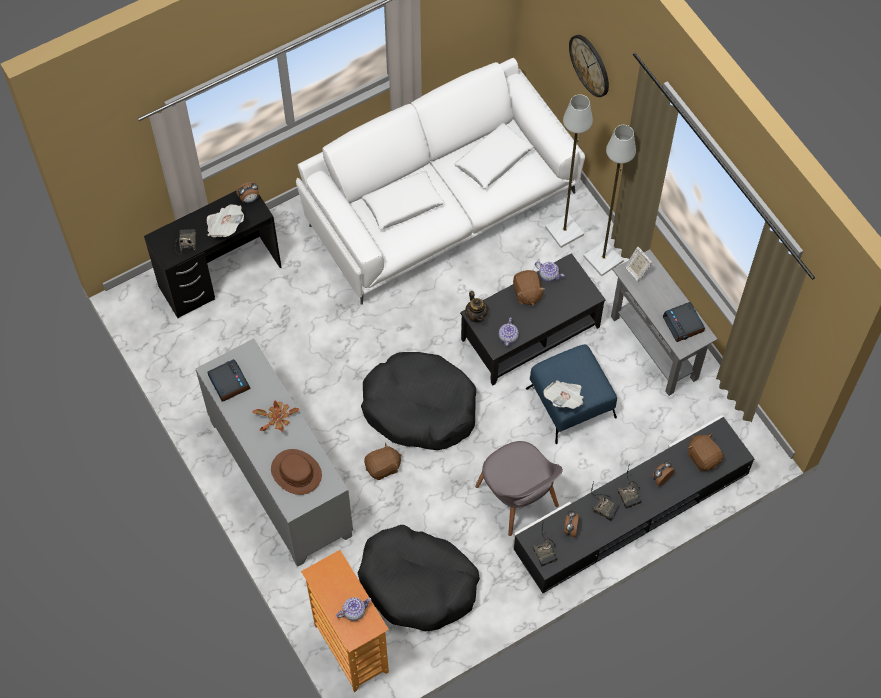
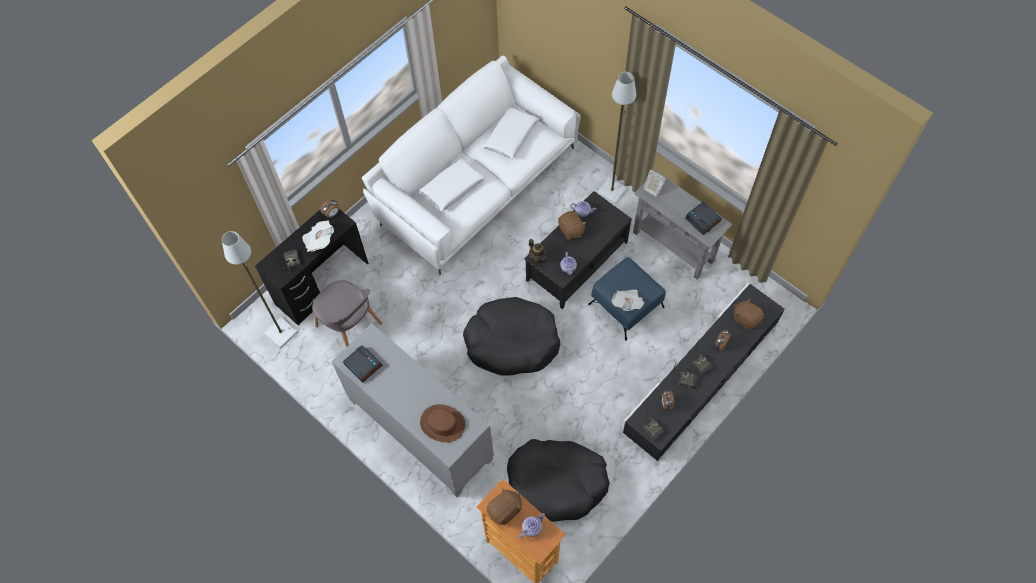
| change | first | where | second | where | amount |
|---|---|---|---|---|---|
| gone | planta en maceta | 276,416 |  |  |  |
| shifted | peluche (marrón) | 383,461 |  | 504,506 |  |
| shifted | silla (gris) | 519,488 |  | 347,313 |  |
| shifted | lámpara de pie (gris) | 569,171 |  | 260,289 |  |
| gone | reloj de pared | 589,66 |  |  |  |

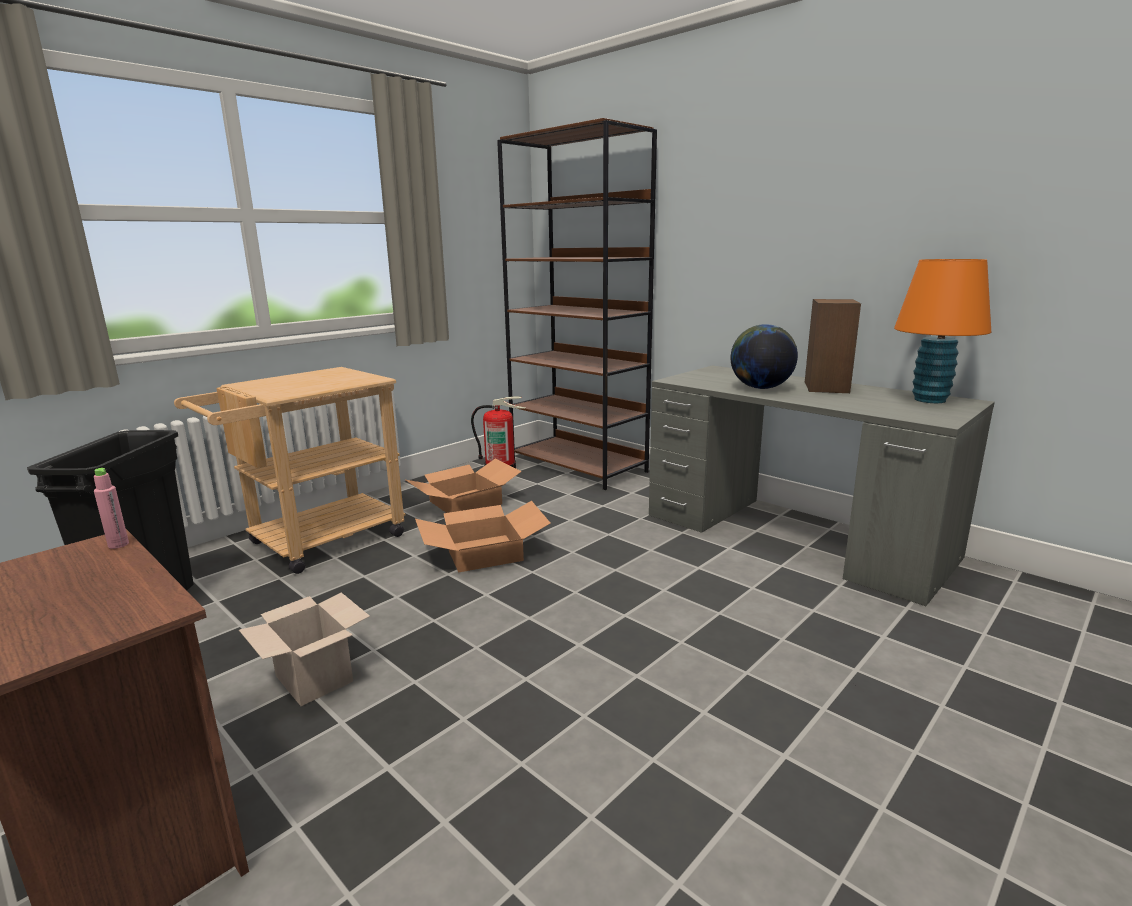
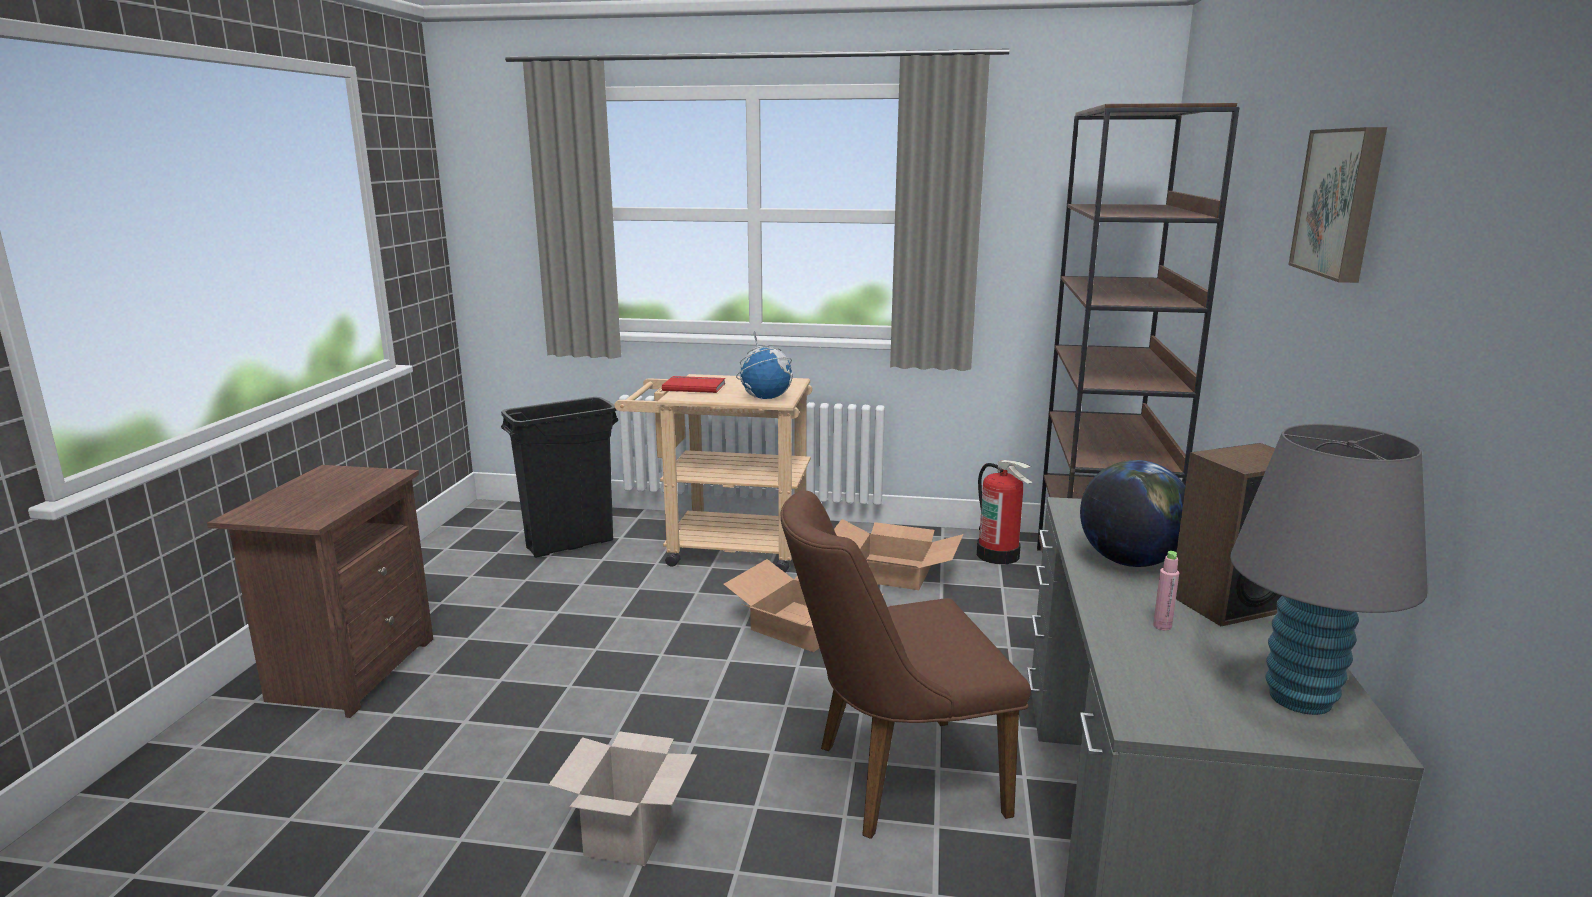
| change | first | where | second | where | amount |
|---|---|---|---|---|---|
| shifted | botella (rosa) | 111,508 |  | 1166,591 |  |
| shifted | caja de cartón | 304,649 |  | 623,798 |  |
| repainted | lámpara de mesa (naranja) | 942,331 | lámpara de mesa (gris) | 1329,569 |  |
| new |  |  | libro (rojo) | 693,384 |  |
| new |  |  | globo terráqueo | 764,365 |  |
| new |  |  | silla (marrón) | 906,664 |  |
| new |  |  | cuadro | 1338,205 |  |

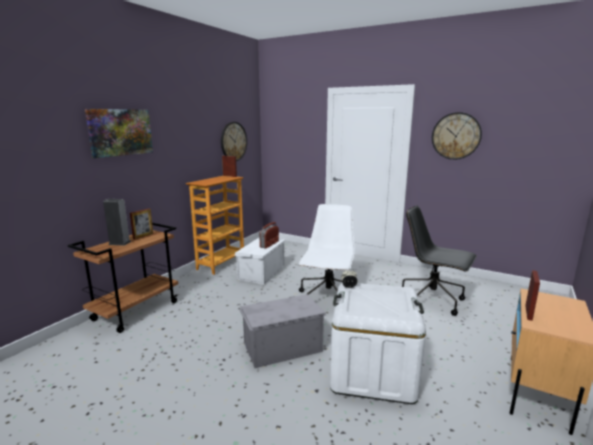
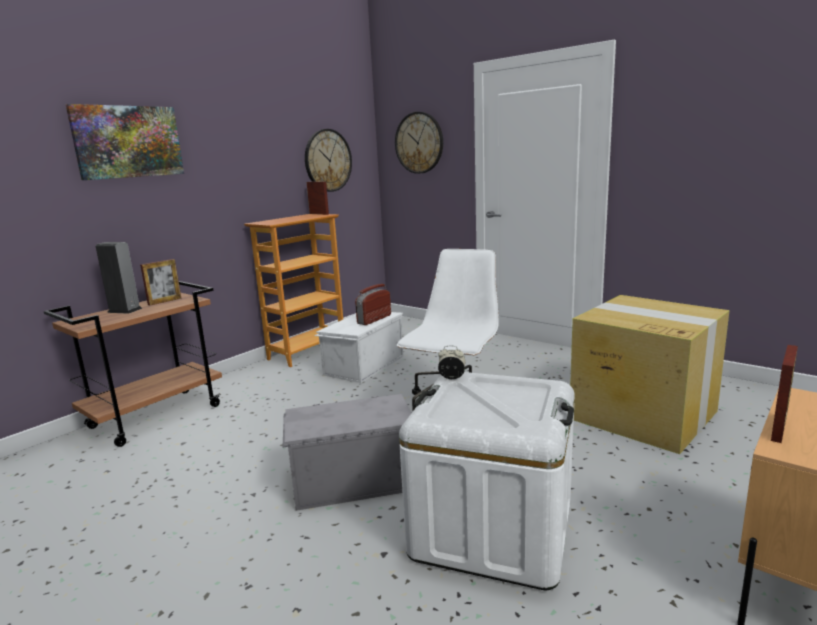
| change | first | where | second | where | amount |
|---|---|---|---|---|---|
| swapped | silla de oficina (negro) | 439,261 | caja de cartón | 650,374 |  |
| shifted | reloj de pared | 457,136 |  | 419,143 |  |

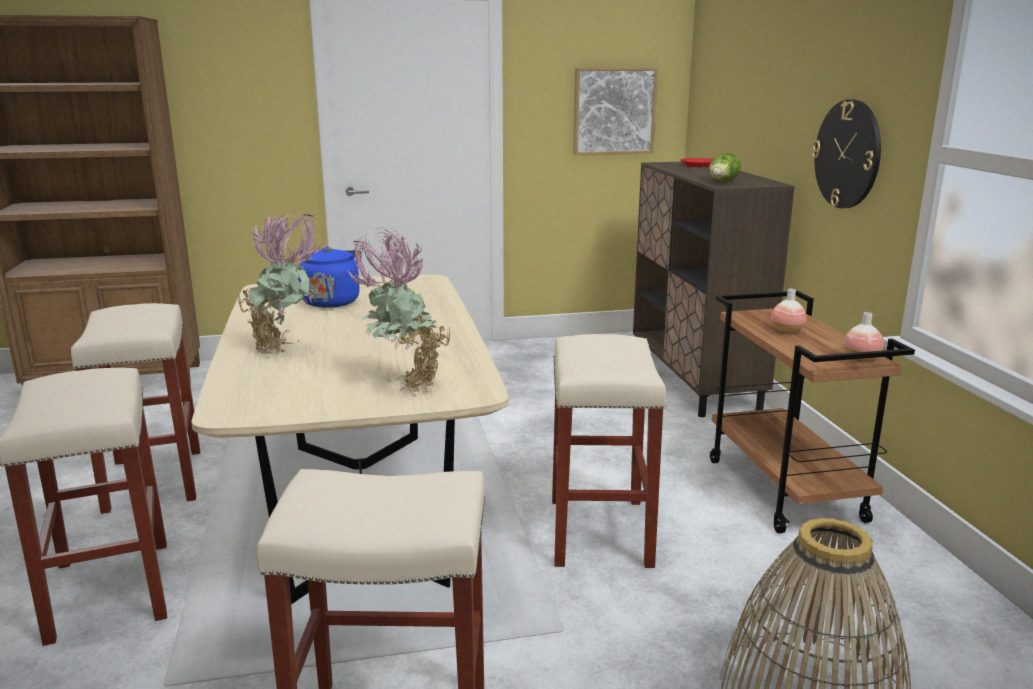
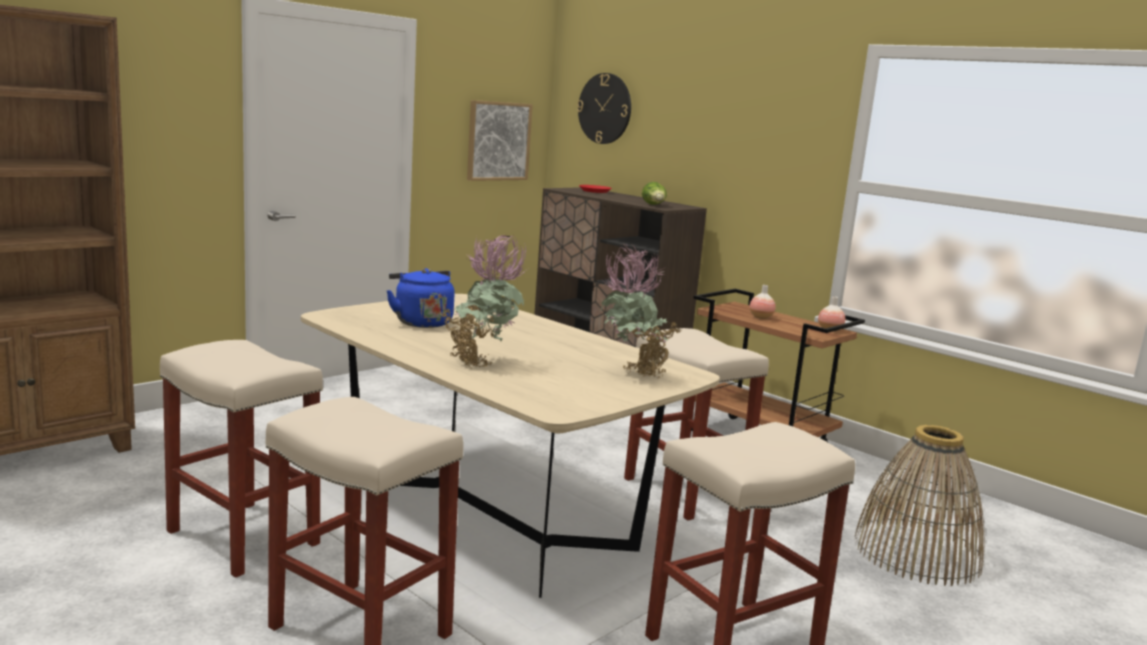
| change | first | where | second | where | amount |
|---|---|---|---|---|---|
| shifted | reloj de pared | 846,153 |  | 604,108 |  |

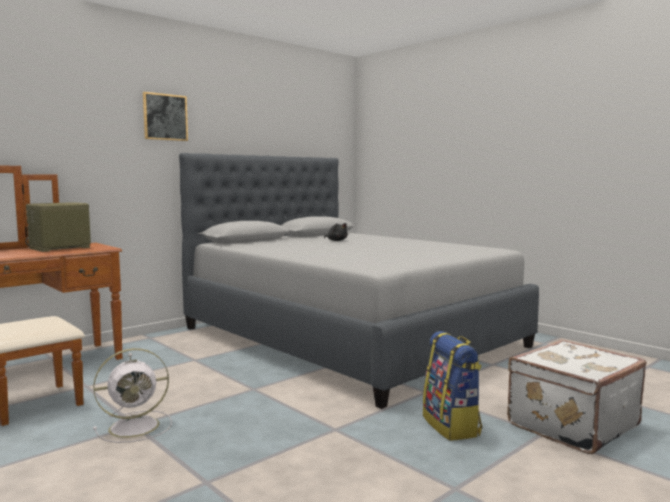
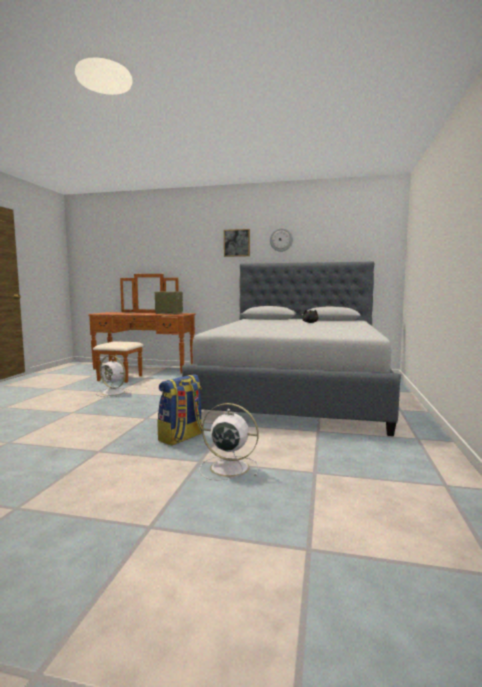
| change | first | where | second | where | amount |
|---|---|---|---|---|---|
| swapped | maleta (blanco) | 577,396 | ventilador (blanco) | 229,441 |  |
| new |  |  | reloj de pared | 281,240 |  |

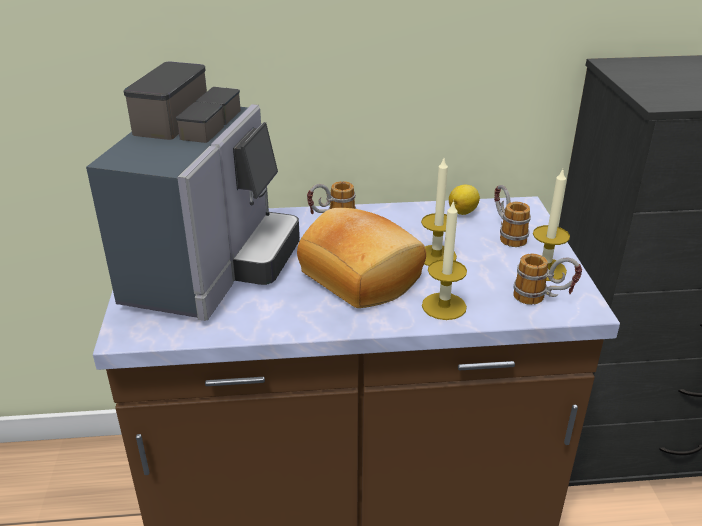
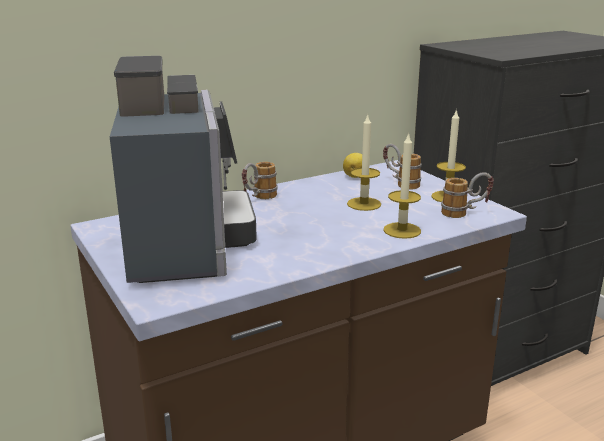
| change | first | where | second | where | amount |
|---|---|---|---|---|---|
| gone | pan | 361,258 |  |  |  |

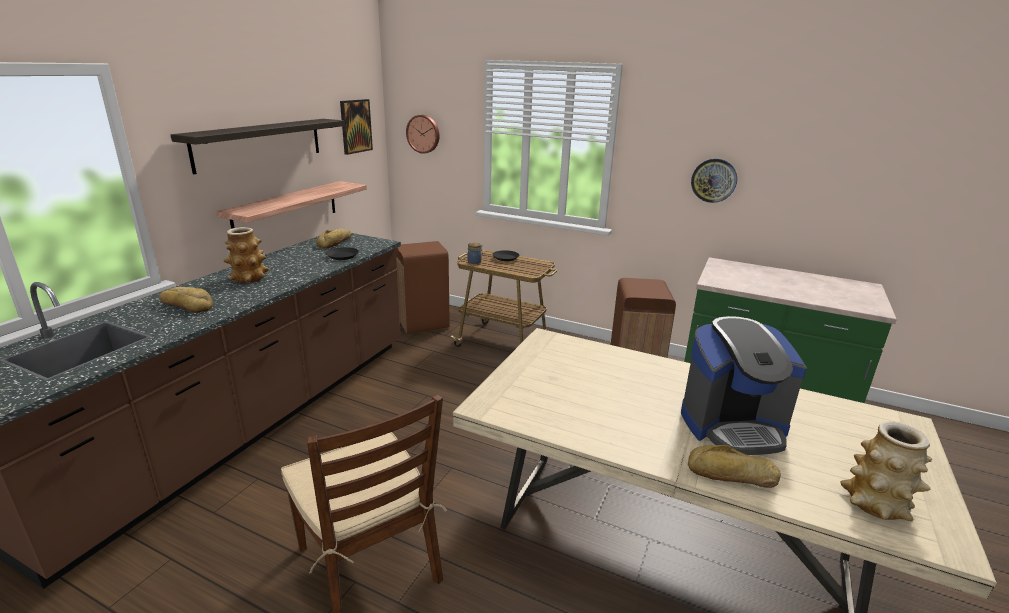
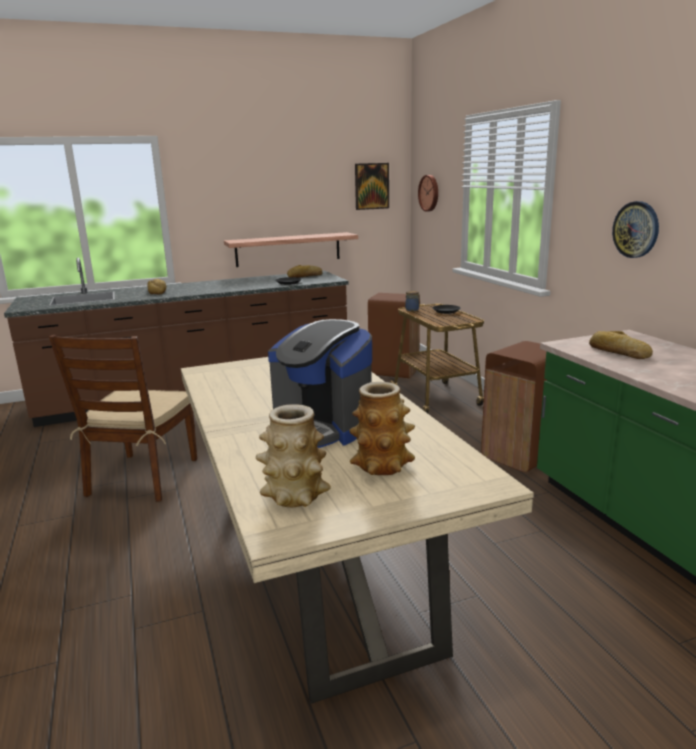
| change | first | where | second | where | amount |
|---|---|---|---|---|---|
| gone | estante | 257,146 |  |  |  |
| shifted | florero | 246,255 |  | 382,428 |  |
| shifted | pan | 734,466 |  | 621,345 |  |

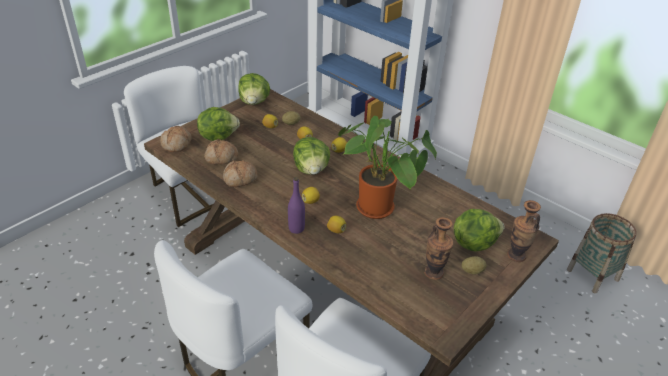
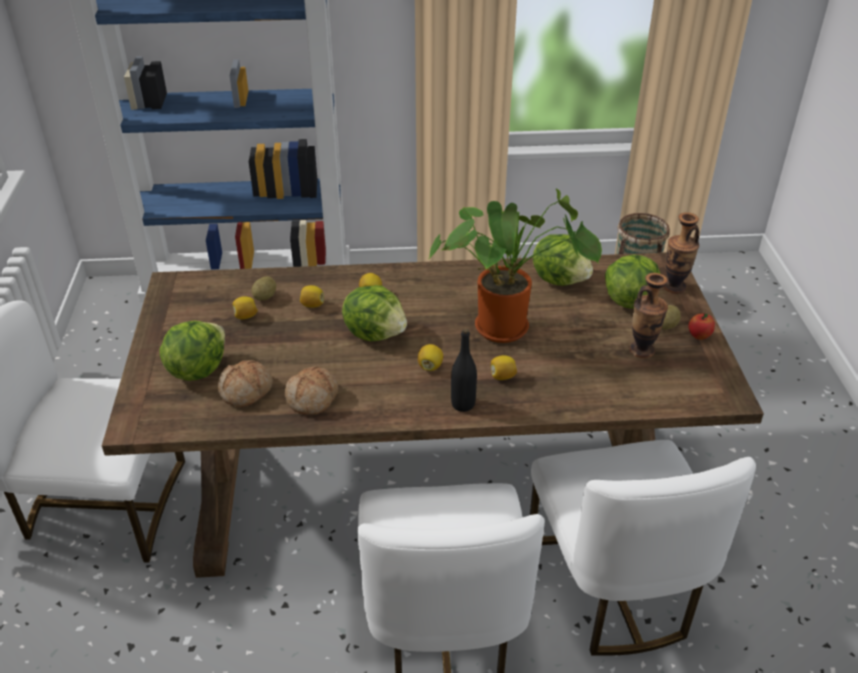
| change | first | where | second | where | amount |
|---|---|---|---|---|---|
| gone | pan | 176,139 |  |  |  |
| shifted | lechuga | 254,89 |  | 563,260 |  |
| repainted | botella (morado) | 296,205 | botella (negro) | 464,370 |  |
| new |  |  | manzana | 701,326 |  |

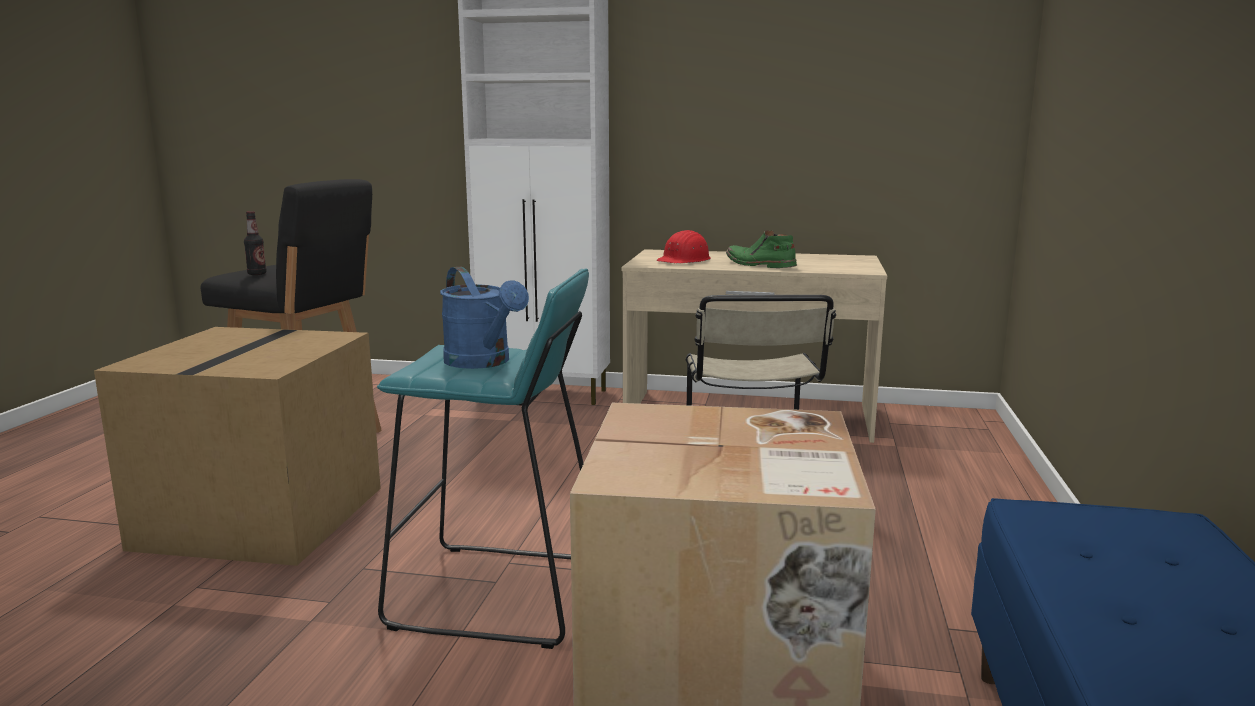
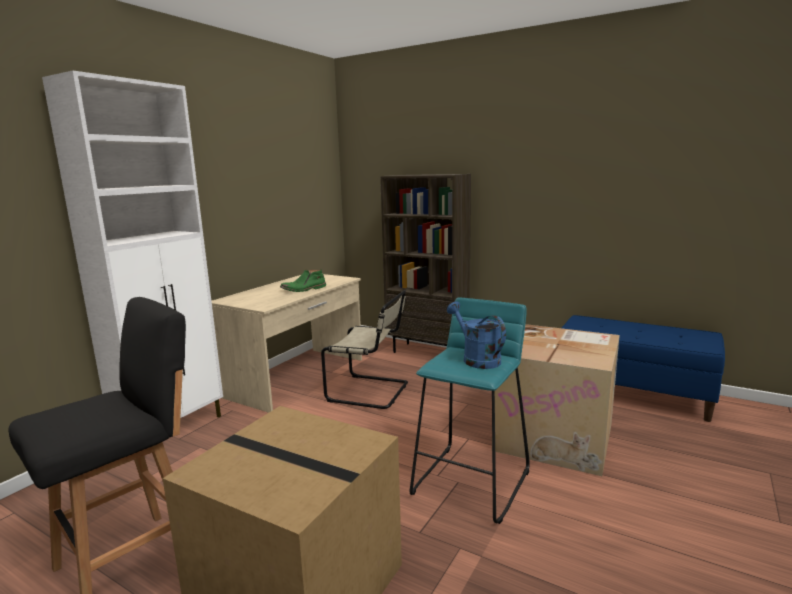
| change | first | where | second | where | amount |
|---|---|---|---|---|---|
| gone | botella | 255,243 |  |  |  |
| rotated | regadera (azul) | 484,317 |  | 476,335 | 105 degrees counterclockwise |
| gone | casco (rojo) | 683,246 |  |  |  |
| new |  |  | estantería (marrón) | 425,263 |  |

